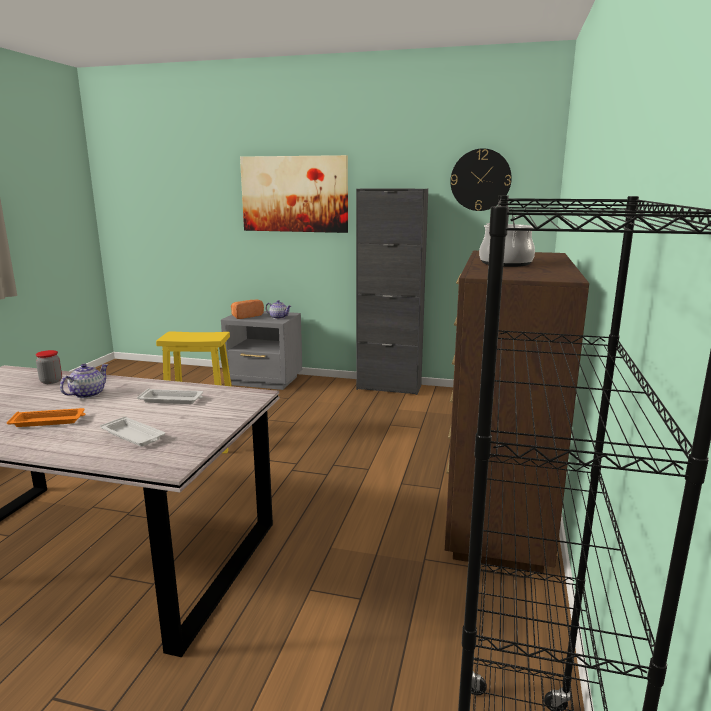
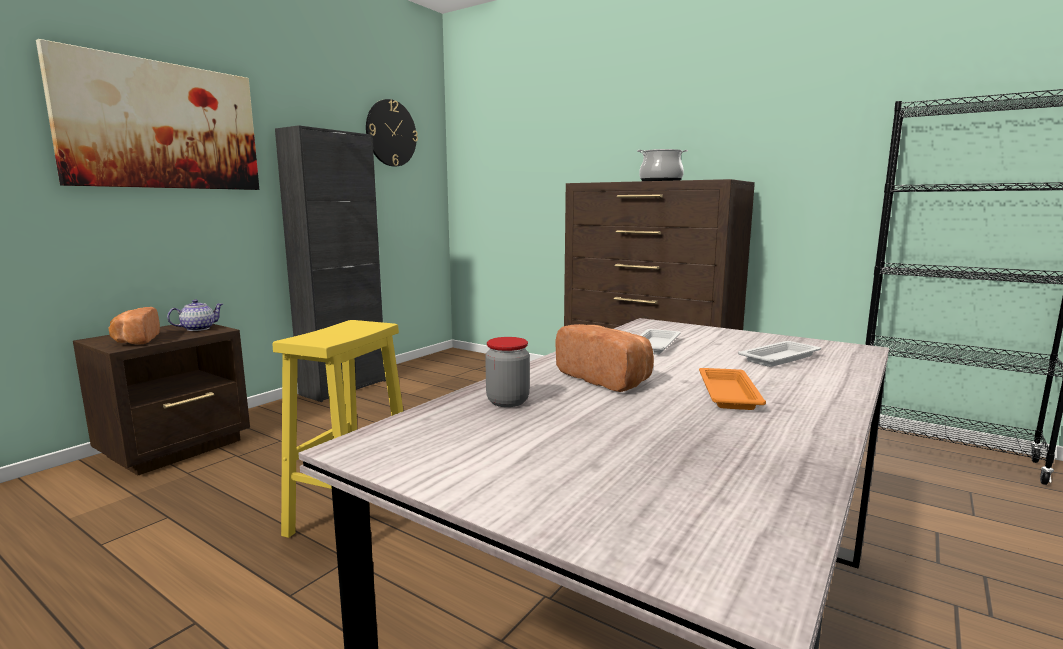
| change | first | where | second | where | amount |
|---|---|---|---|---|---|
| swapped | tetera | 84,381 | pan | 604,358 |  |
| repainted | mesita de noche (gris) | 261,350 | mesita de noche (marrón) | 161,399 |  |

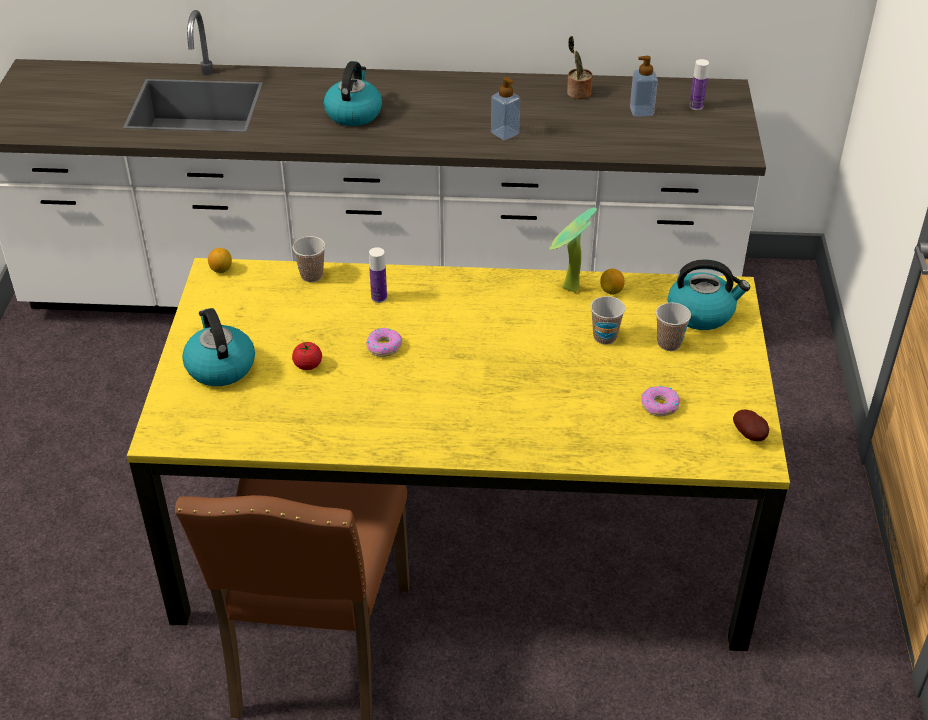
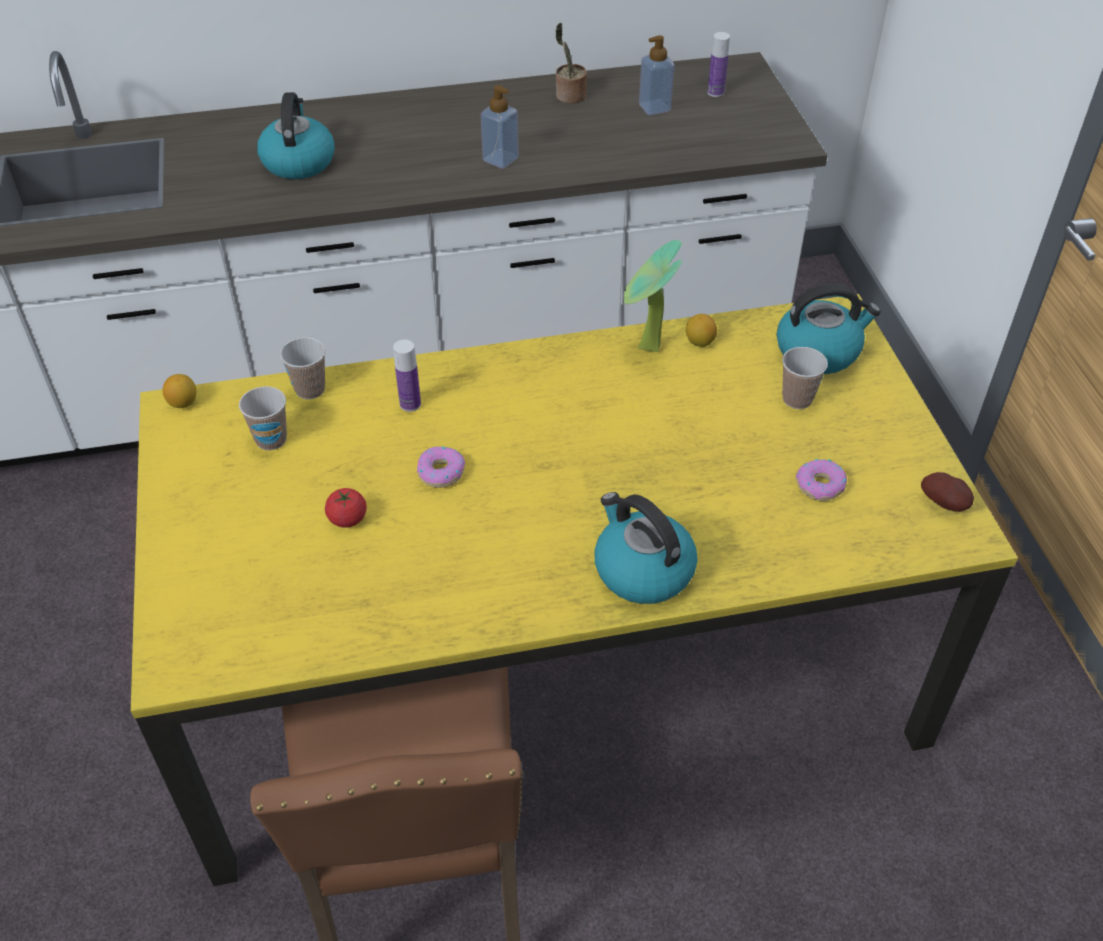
| change | first | where | second | where | amount |
|---|---|---|---|---|---|
| shifted | hervidor | 218,347 |  | 645,548 |  |
| shifted | taza | 607,320 |  | 263,418 |  |

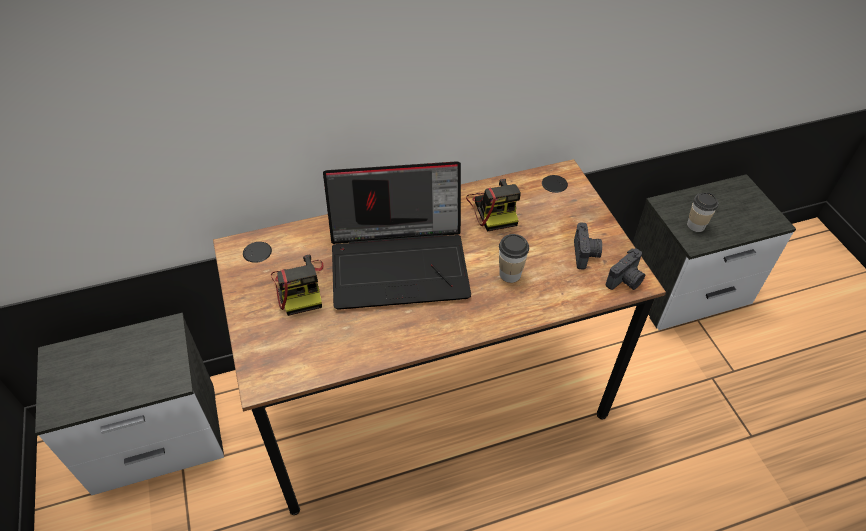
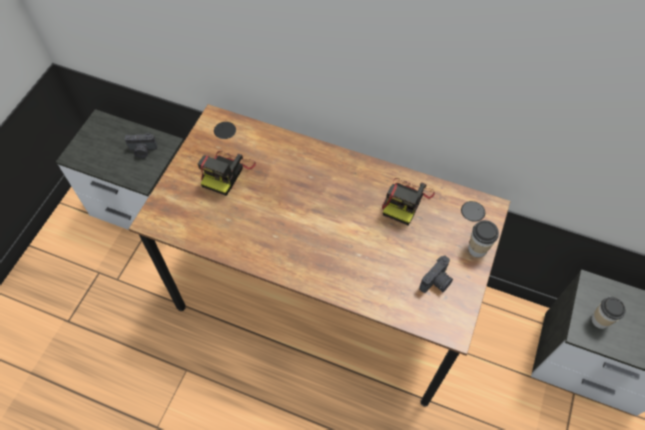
| change | first | where | second | where | amount |
|---|---|---|---|---|---|
| gone | portátil | 397,235 |  |  |  |
| shifted | taza | 514,258 |  | 483,239 |  |
| shifted | cámara | 625,269 |  | 141,145 |  |

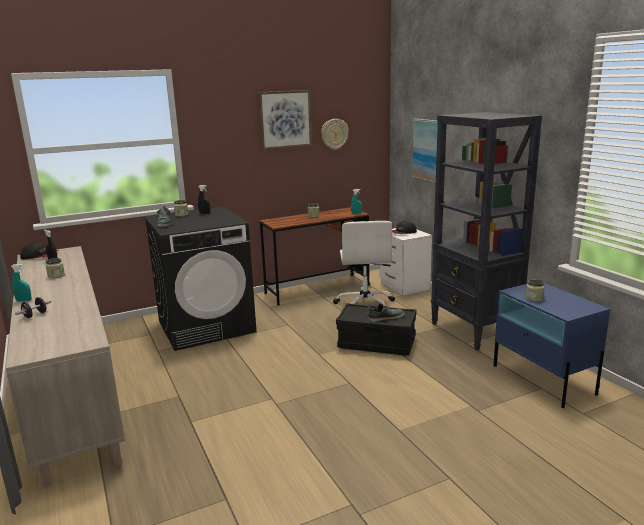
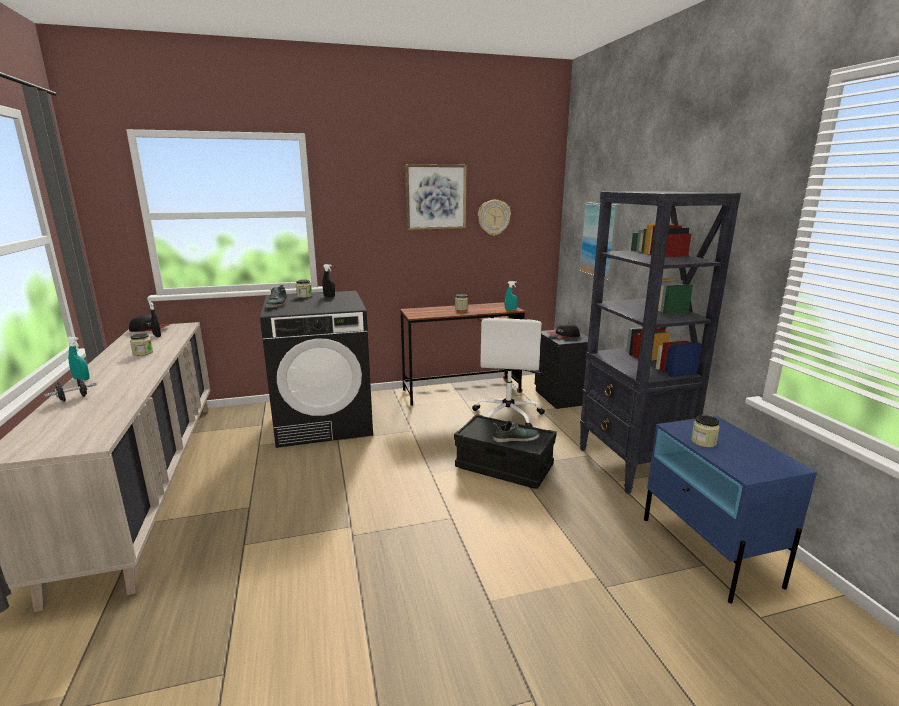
| change | first | where | second | where | amount |
|---|---|---|---|---|---|
| repainted | mesita de noche (blanco) | 406,262 | mesita de noche (negro) | 561,369 |  |

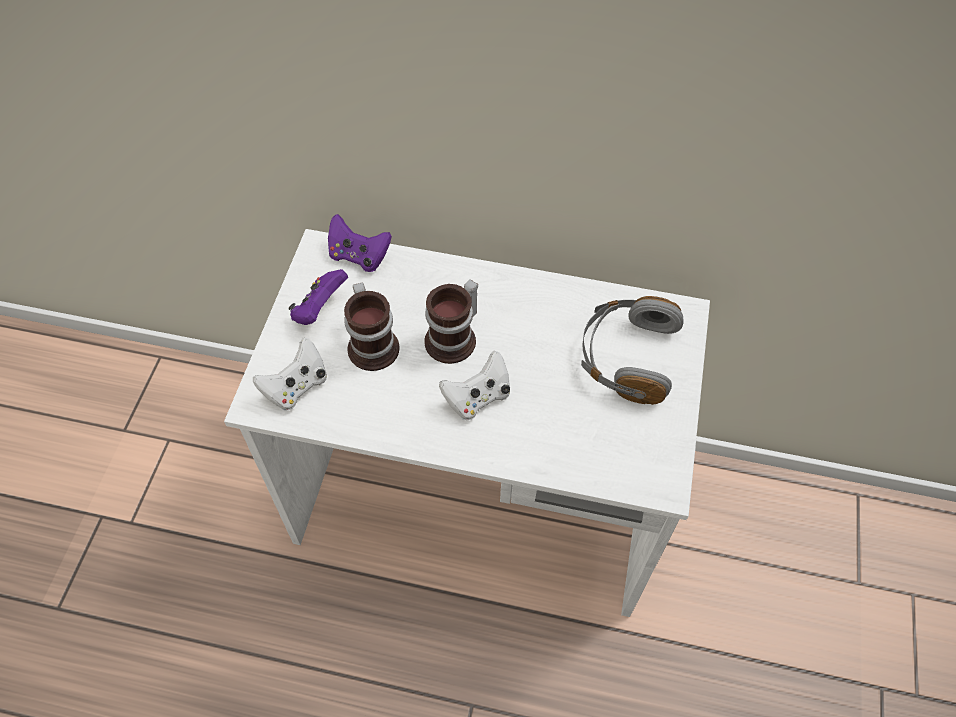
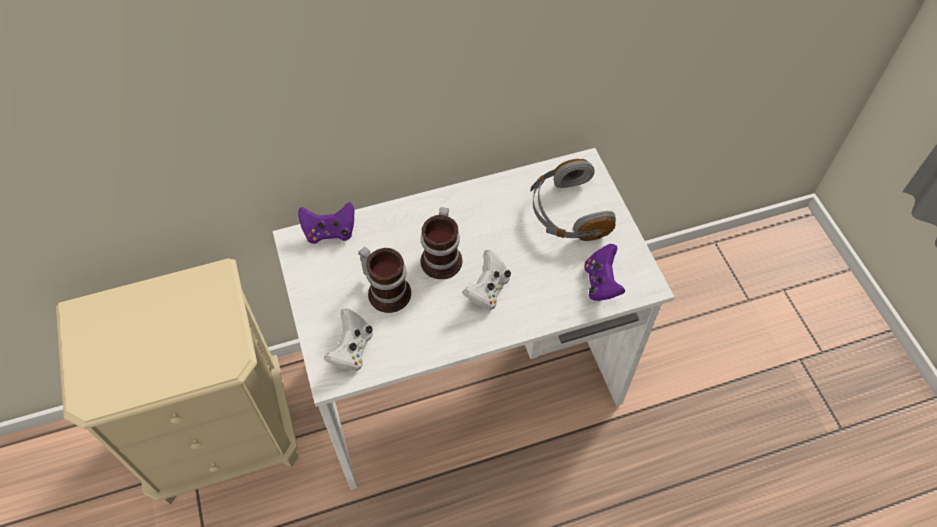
| change | first | where | second | where | amount |
|---|---|---|---|---|---|
| shifted | mando de consola (morado) | 318,297 |  | 605,272 |  |
| new |  |  | mesita de noche (beis) | 177,381 |  |

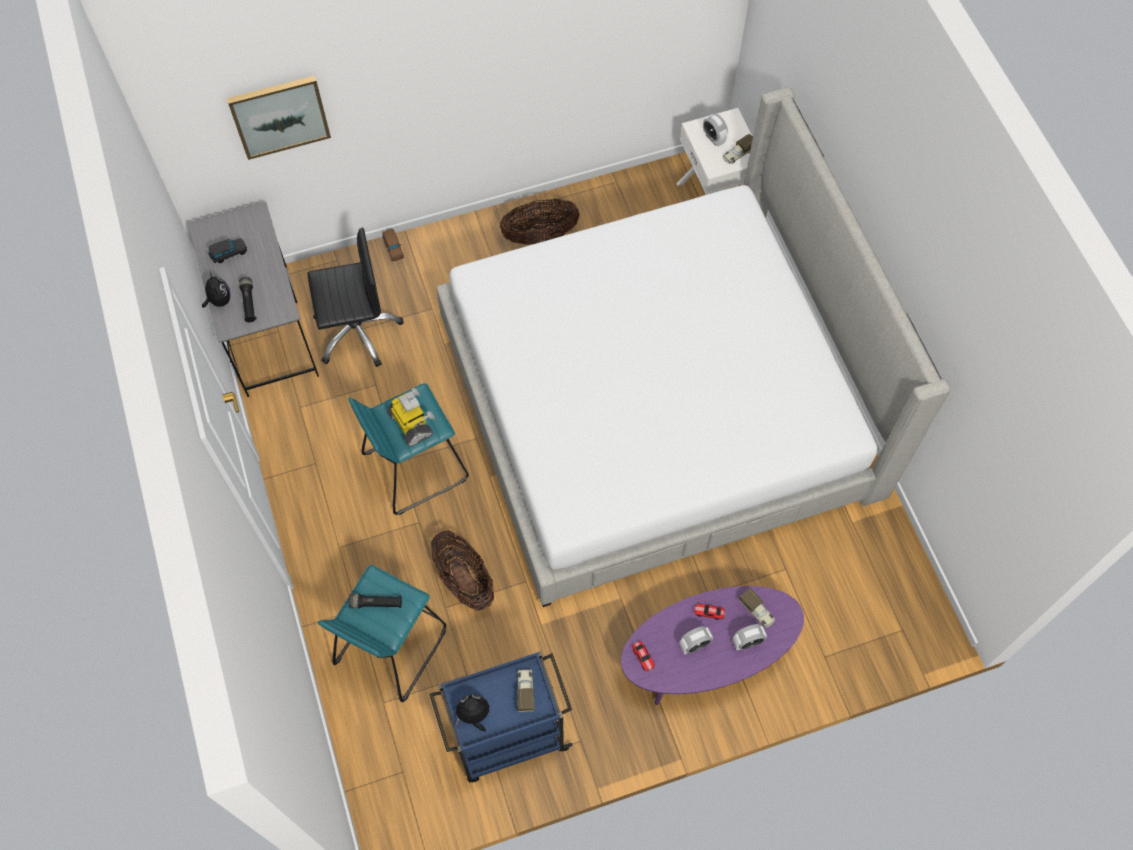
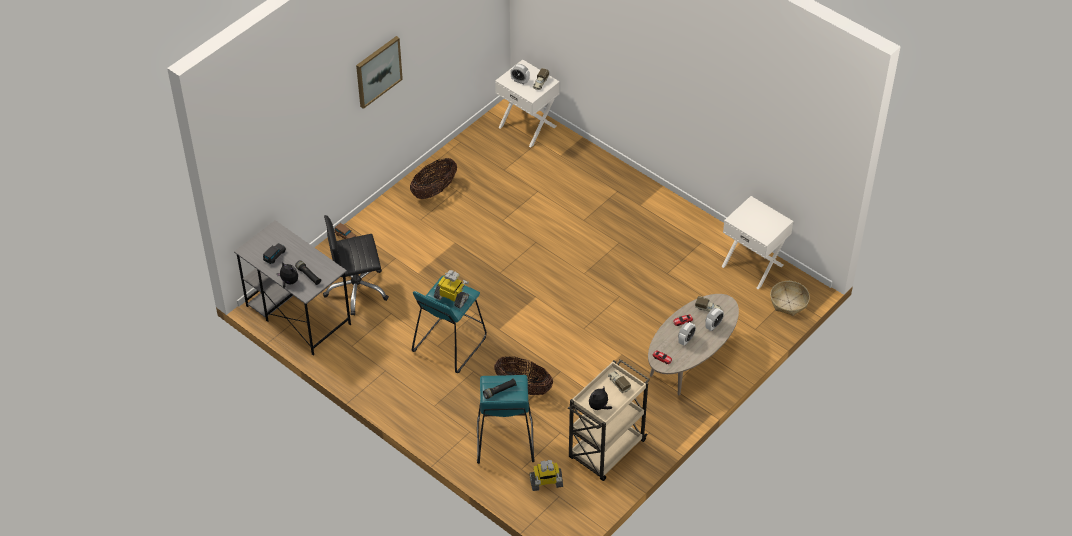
| change | first | where | second | where | amount |
|---|---|---|---|---|---|
| shifted | cuadro | 279,118 |  | 379,72 |  |
| rotated | silla de oficina (negro) | 355,297 |  | 356,265 | 150 degrees counterclockwise |
| repainted | carrito (azul) | 501,716 | carrito (beis) | 609,420 |  |
| gone | cama | 693,347 |  |  |  |
| repainted | mesa de centro (morado) | 712,645 | mesa de centro (beis) | 693,344 |  |
| new |  |  | robot de juguete | 546,475 |  |
| new |  |  | mesita de noche (blanco) | 757,243 |  |
| new |  |  | cesta | 790,298 |  |

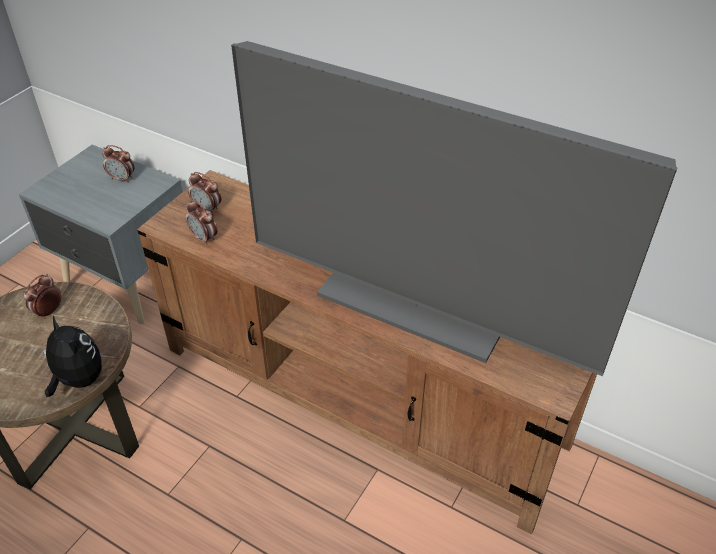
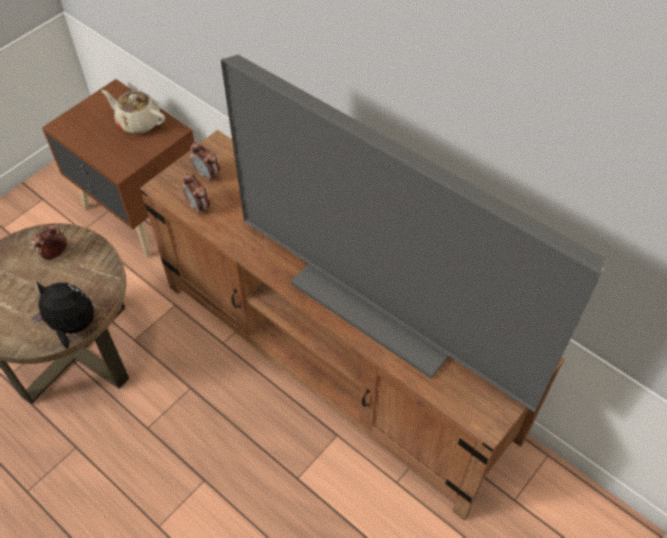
| change | first | where | second | where | amount |
|---|---|---|---|---|---|
| repainted | mesita de noche (gris) | 101,234 | mesita de noche (marrón) | 118,168 |  |
| rotated | peluche | 72,356 |  | 62,315 | 45 degrees counterclockwise |
| swapped | despertador | 118,164 | tetera (beis) | 133,112 |  |

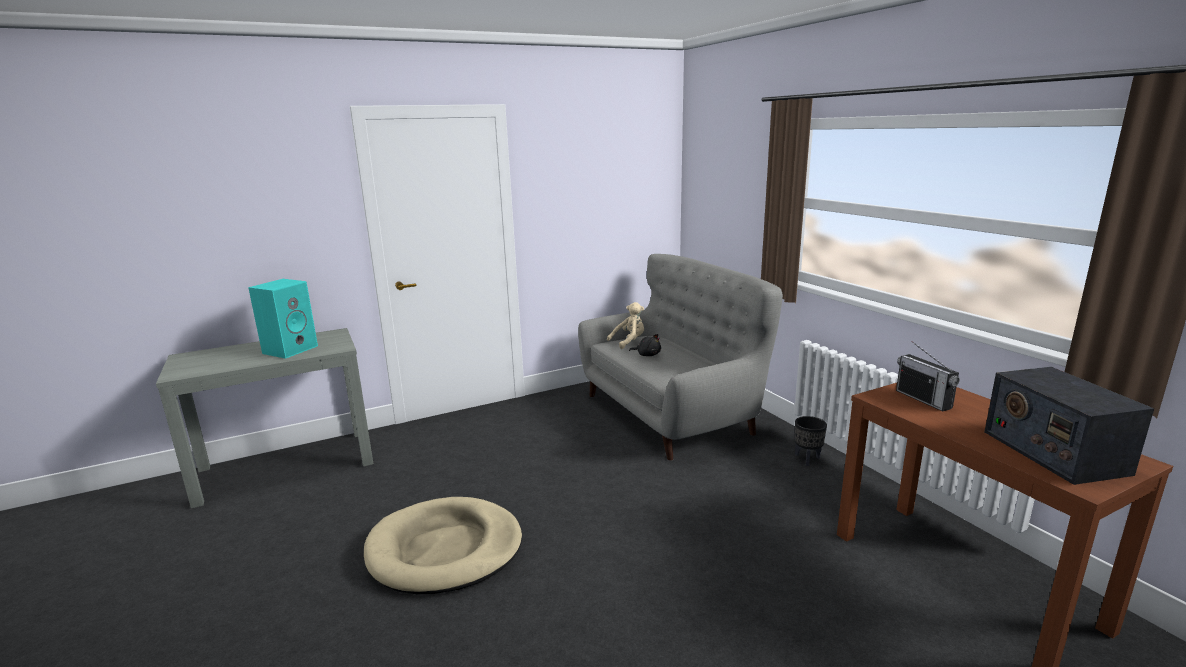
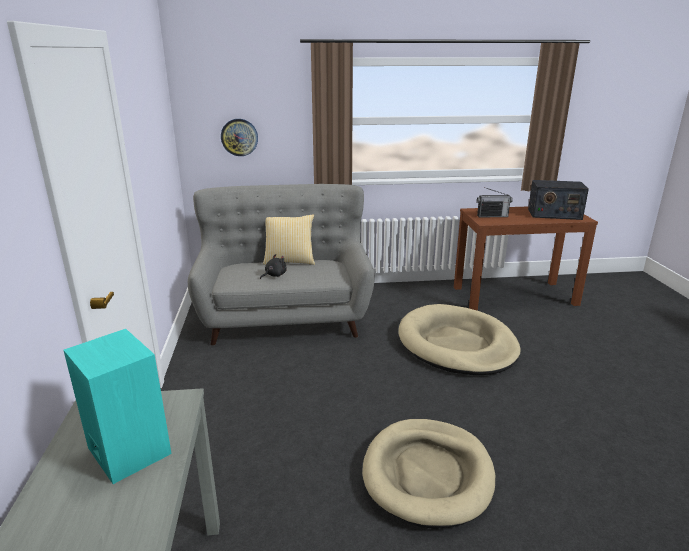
| change | first | where | second | where | amount |
|---|---|---|---|---|---|
| gone | peluche (beis) | 625,325 |  |  |  |
| gone | maceta (negro) | 810,441 |  |  |  |
| new |  |  | reloj de pared | 239,137 |  |
| new |  |  | cojín | 289,239 |  |
| new |  |  | cama para perro (beis) | 459,339 |  |

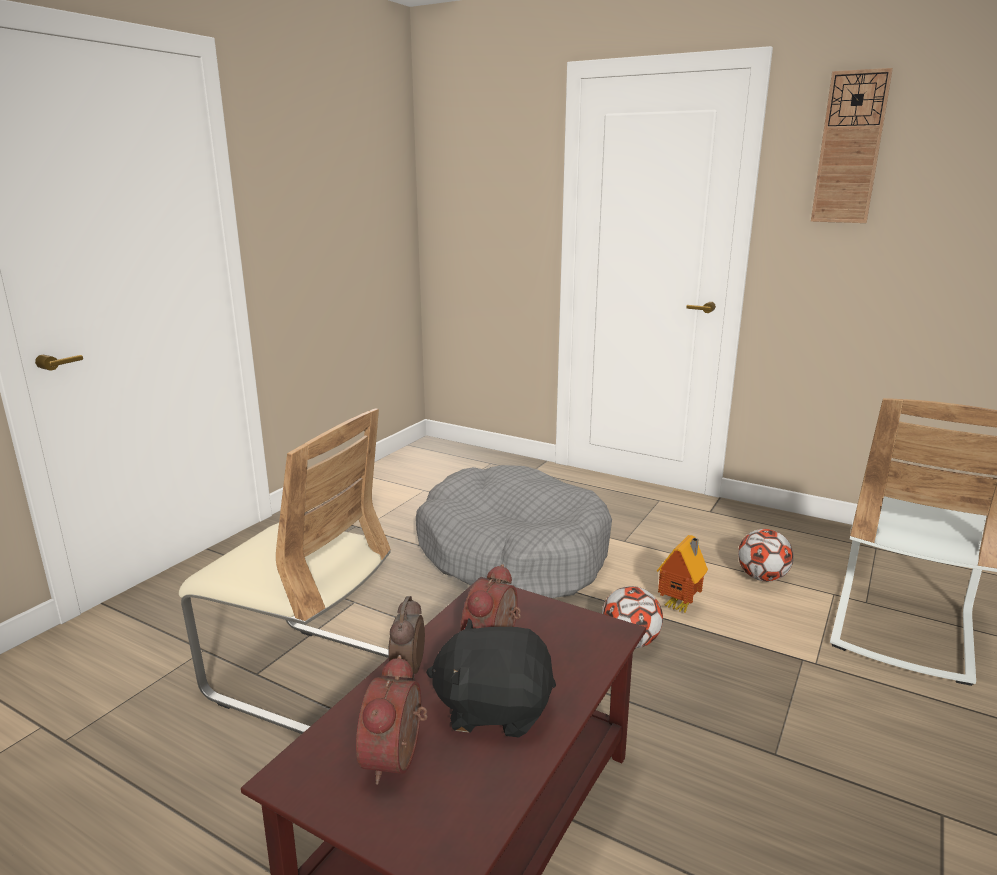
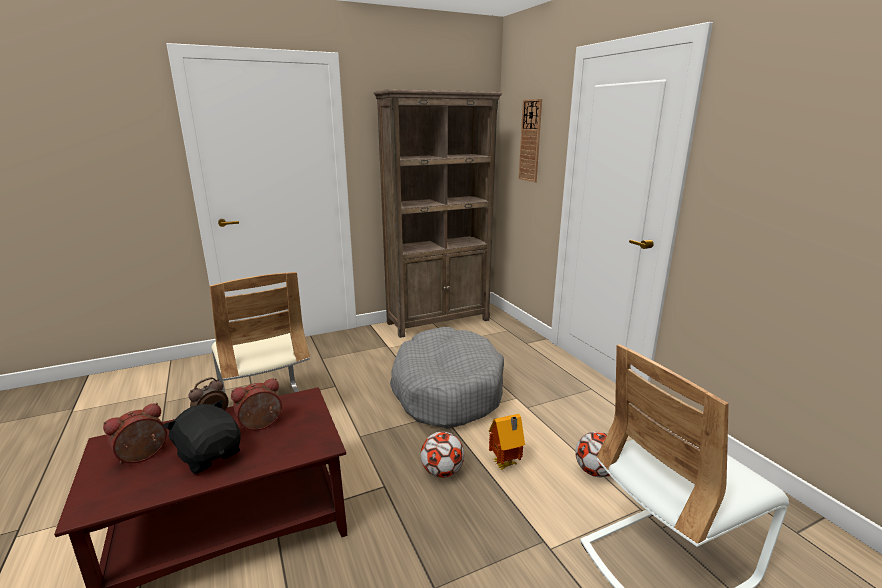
| change | first | where | second | where | amount |
|---|---|---|---|---|---|
| shifted | reloj de pared | 852,145 |  | 530,140 |  |
| new |  |  | estantería (marrón) | 437,213 |  |

